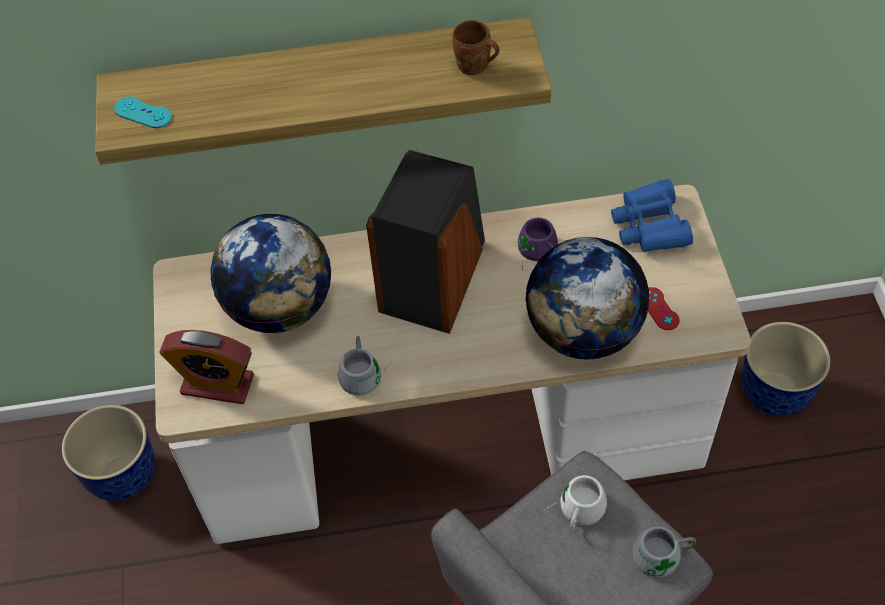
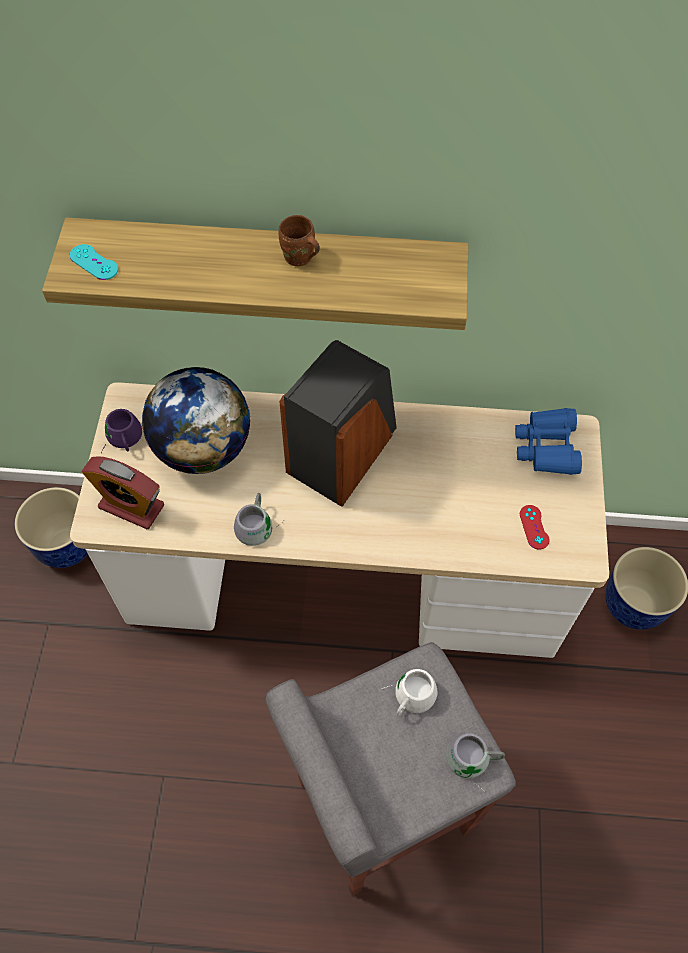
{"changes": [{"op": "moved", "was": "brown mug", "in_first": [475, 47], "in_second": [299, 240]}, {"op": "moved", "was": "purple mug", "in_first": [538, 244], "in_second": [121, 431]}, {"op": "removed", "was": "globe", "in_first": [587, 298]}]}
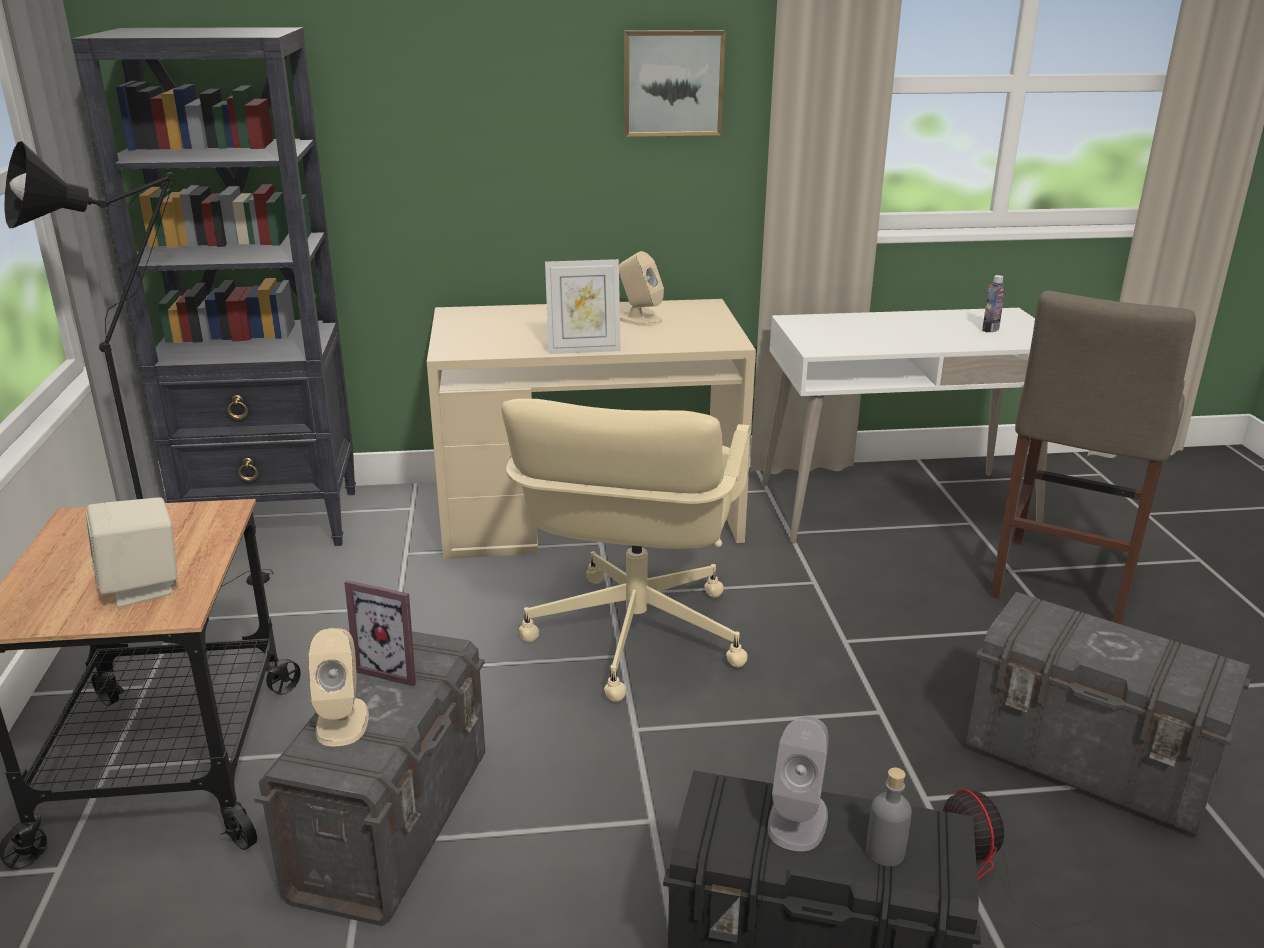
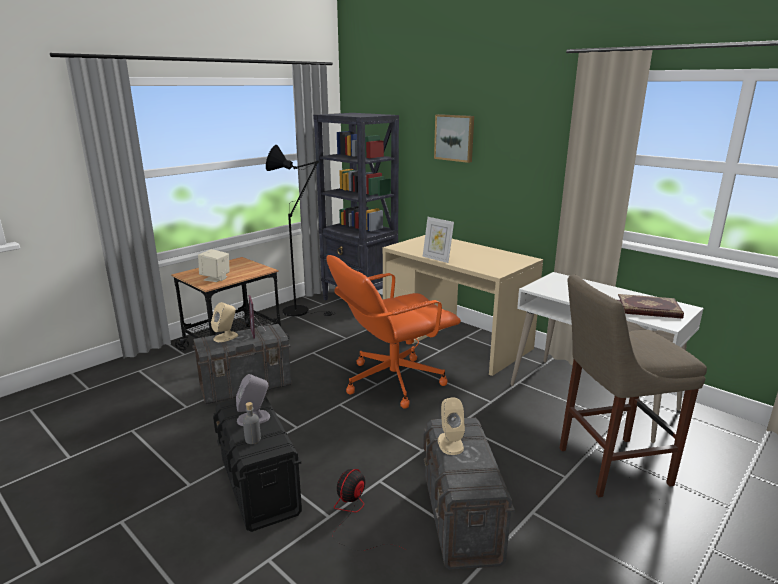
{"changes": [{"op": "moved", "was": "picture", "in_first": [674, 83], "in_second": [454, 138]}, {"op": "moved", "was": "beige speaker", "in_first": [641, 288], "in_second": [451, 426]}, {"op": "replaced", "was": "bottle", "now": "book", "in_first": [994, 303], "in_second": [651, 306]}, {"op": "recoloured", "was": "beige office chair", "now": "orange office chair", "in_first": [625, 550], "in_second": [393, 332]}]}
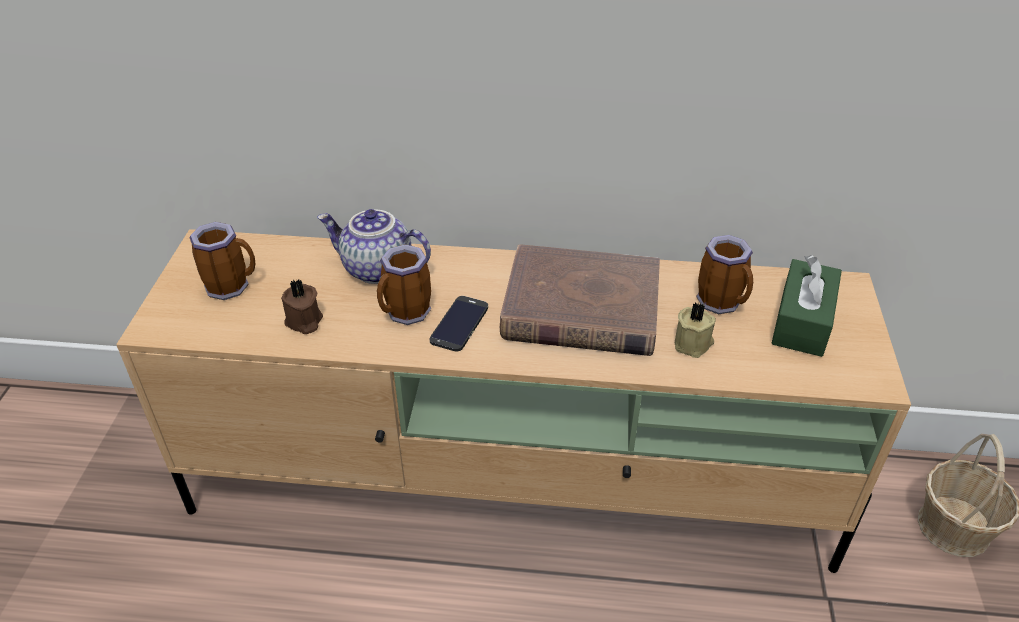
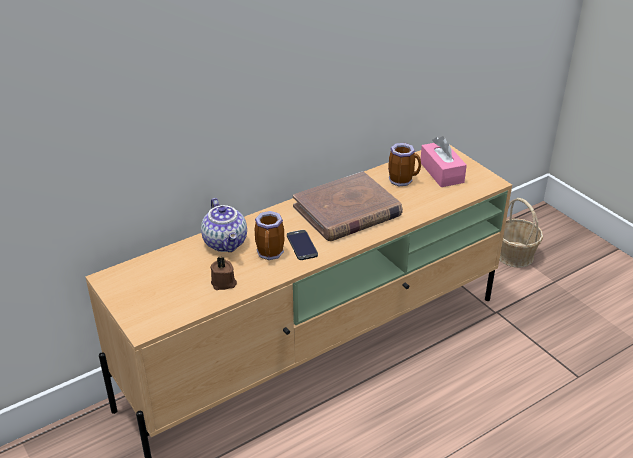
{"changes": [{"op": "turned", "was": "teapot", "in_first": [374, 246], "in_second": [224, 225], "clockwise": -90}, {"op": "removed", "was": "mug", "in_first": [223, 261]}, {"op": "recoloured", "was": "green tissue box", "now": "pink tissue box", "in_first": [806, 306], "in_second": [444, 161]}, {"op": "removed", "was": "beige candle", "in_first": [695, 330]}]}
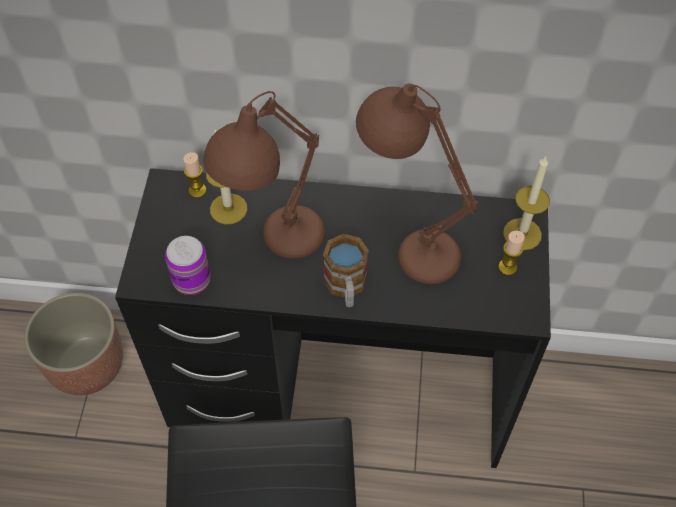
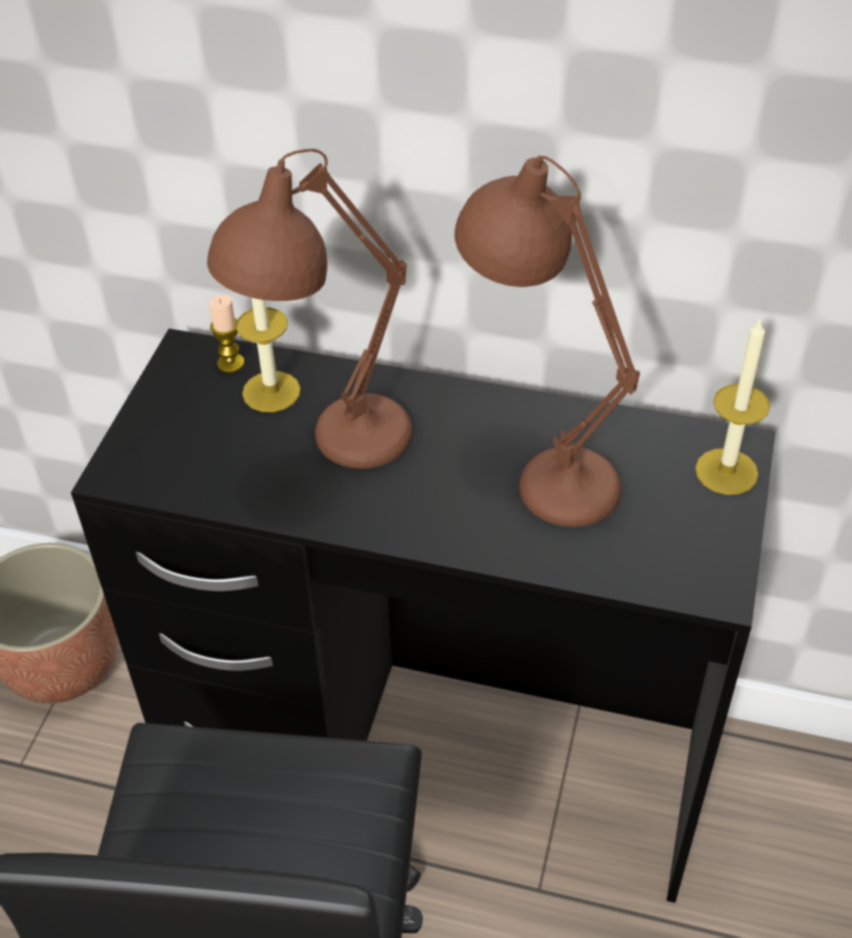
{"changes": [{"op": "removed", "was": "candle", "in_first": [511, 253]}, {"op": "removed", "was": "mug", "in_first": [346, 270]}, {"op": "removed", "was": "can", "in_first": [188, 265]}]}
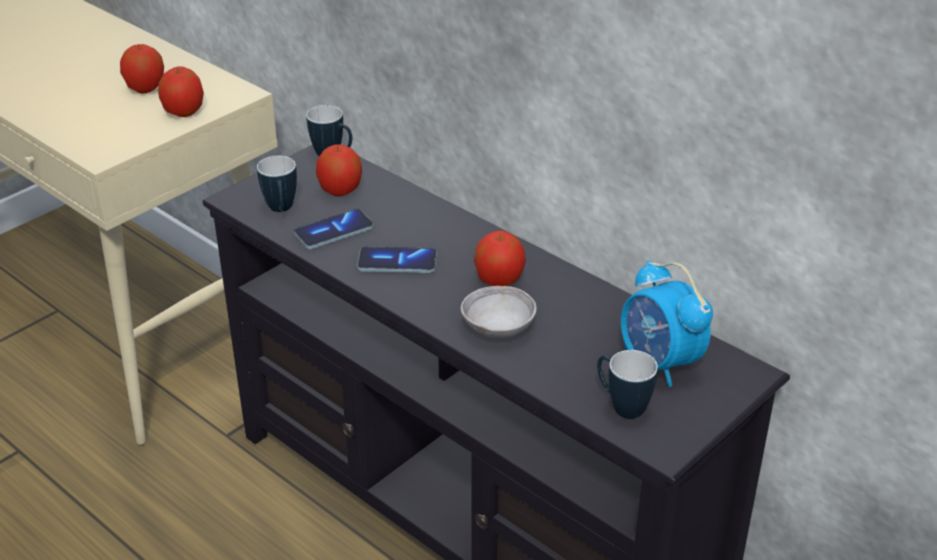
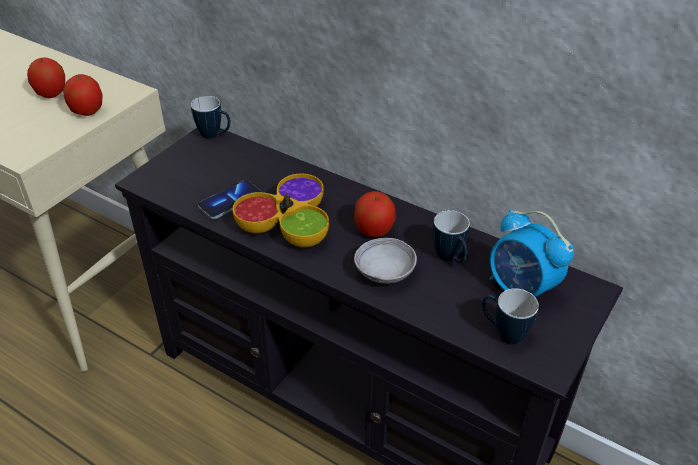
{"changes": [{"op": "removed", "was": "apple", "in_first": [339, 170]}, {"op": "moved", "was": "mug", "in_first": [277, 184], "in_second": [451, 236]}, {"op": "replaced", "was": "phone", "now": "bowl", "in_first": [397, 259], "in_second": [280, 210]}]}
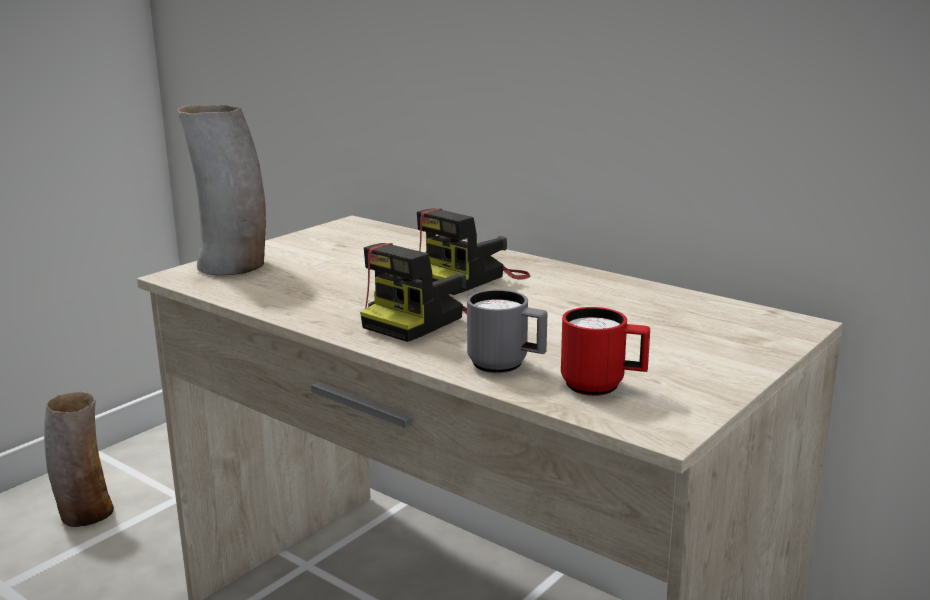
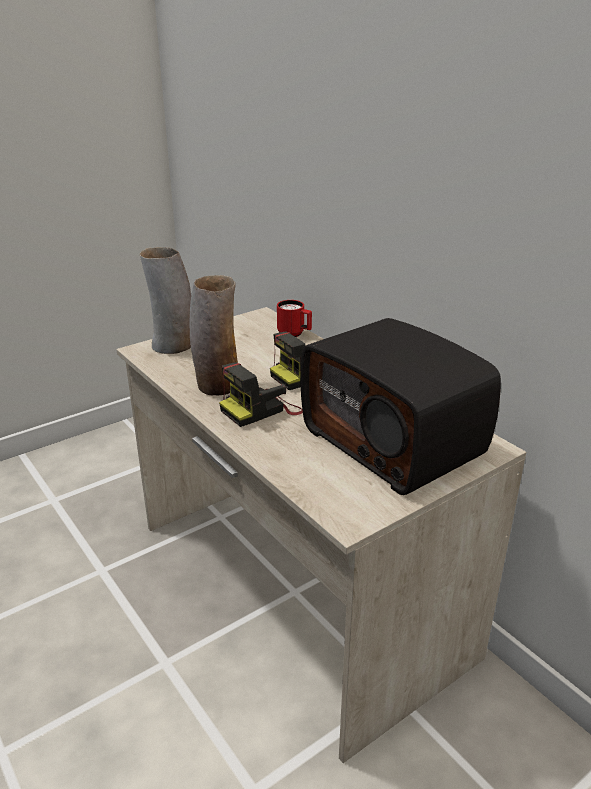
{"changes": [{"op": "removed", "was": "grey mug", "in_first": [507, 331]}, {"op": "moved", "was": "red mug", "in_first": [605, 351], "in_second": [294, 318]}, {"op": "moved", "was": "vase", "in_first": [79, 459], "in_second": [214, 335]}, {"op": "added", "now": "radio", "in_second": [401, 406]}]}
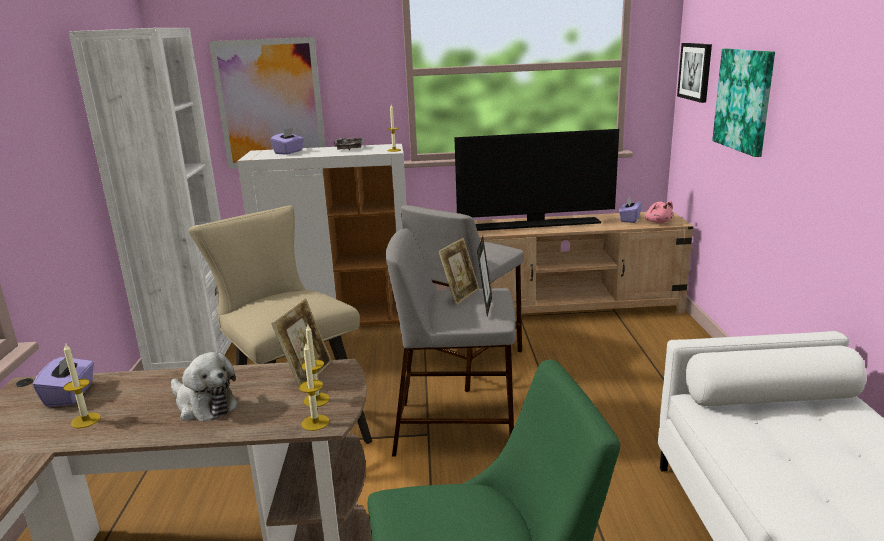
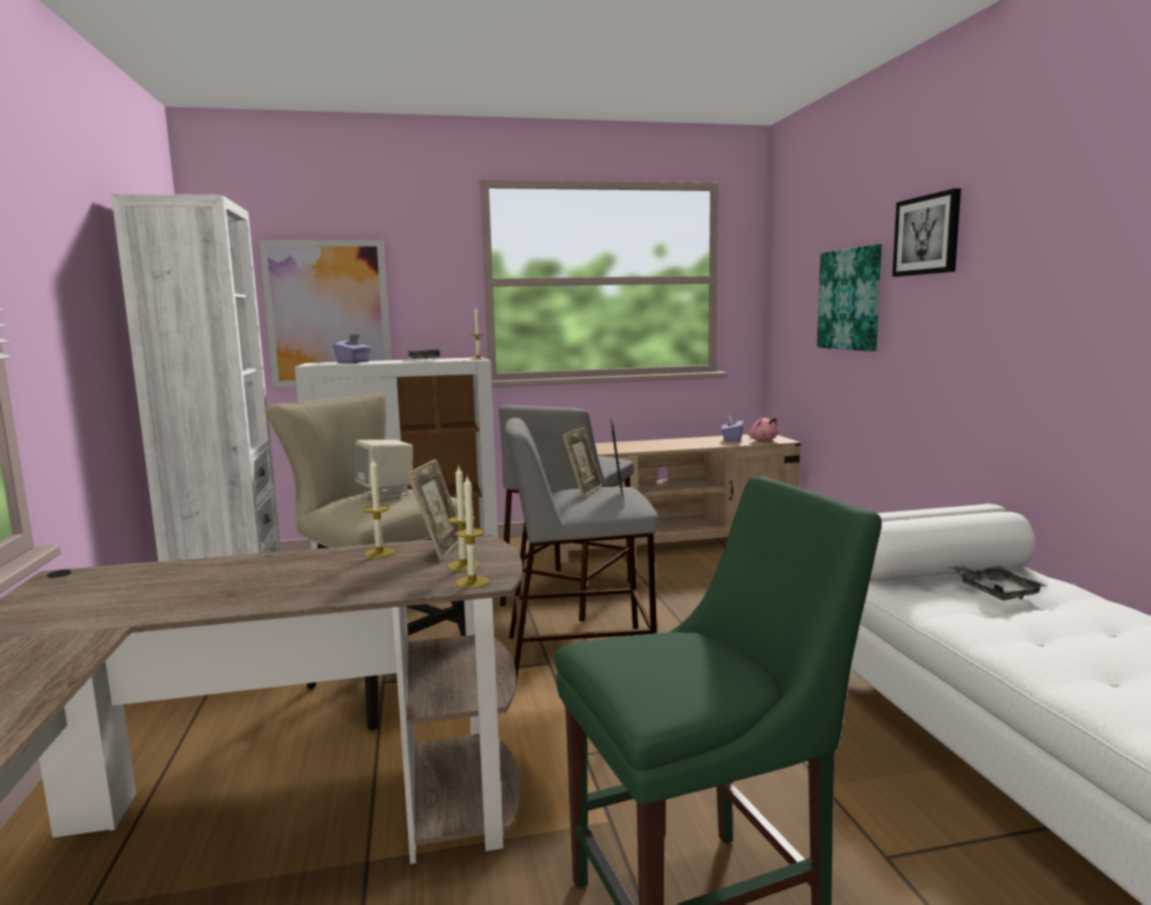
{"changes": [{"op": "moved", "was": "picture", "in_first": [694, 73], "in_second": [926, 232]}, {"op": "removed", "was": "television", "in_first": [536, 180]}, {"op": "moved", "was": "candle", "in_first": [82, 385], "in_second": [379, 508]}, {"op": "removed", "was": "purple tissue box", "in_first": [63, 379]}, {"op": "removed", "was": "plush toy", "in_first": [204, 386]}, {"op": "added", "now": "beige speaker", "in_second": [384, 470]}, {"op": "added", "now": "grey tray", "in_second": [998, 582]}]}
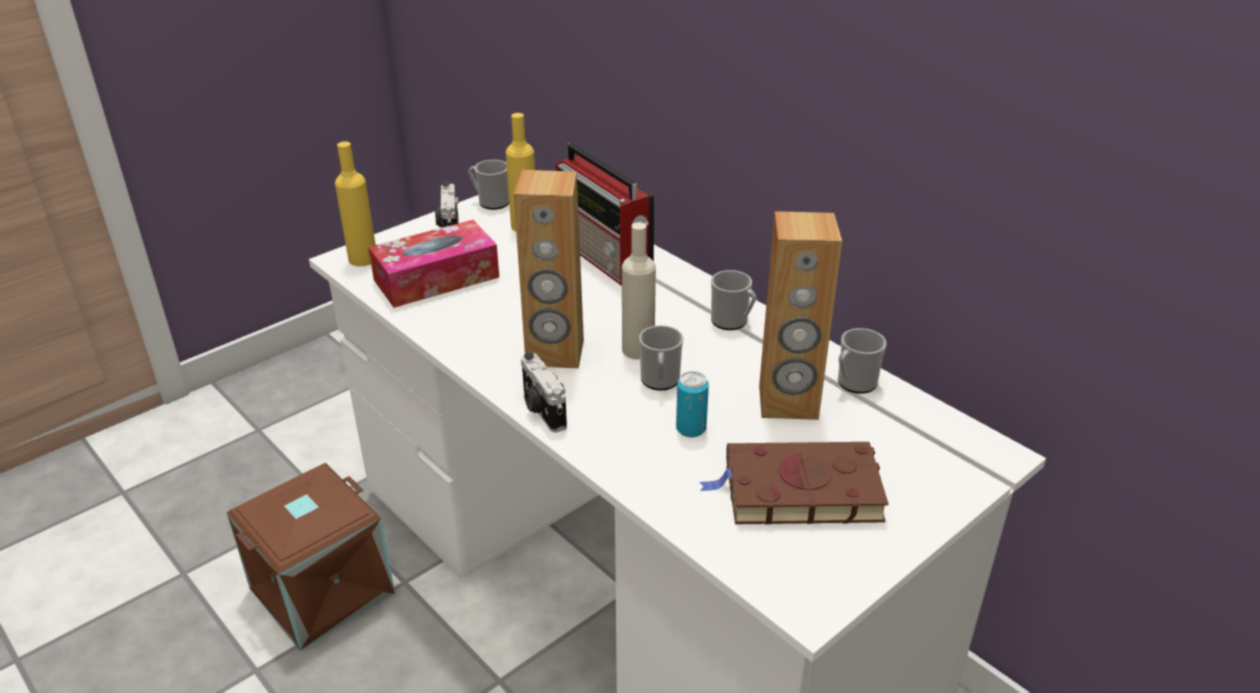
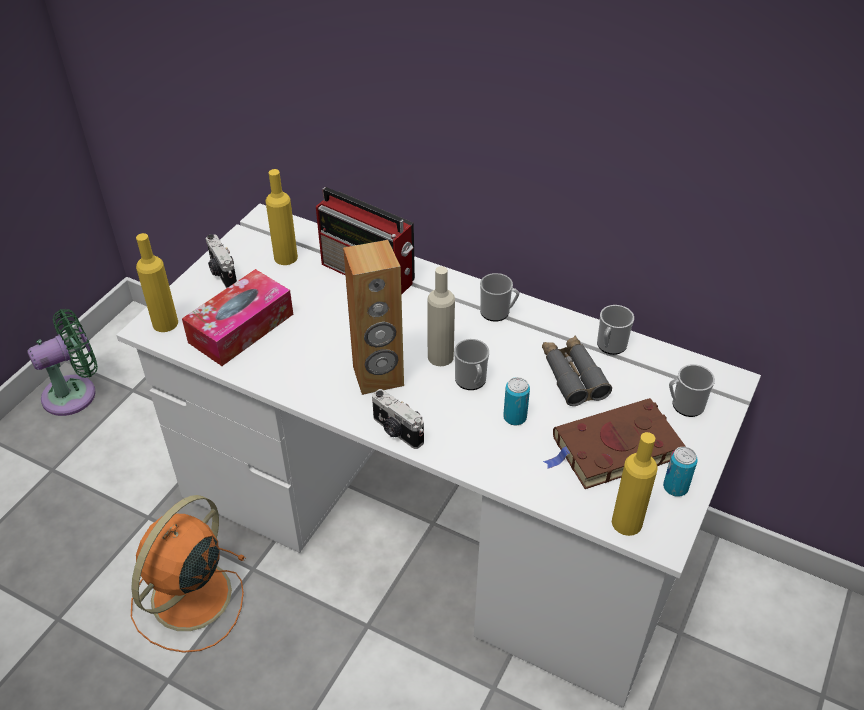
{"changes": [{"op": "moved", "was": "mug", "in_first": [488, 185], "in_second": [692, 390]}, {"op": "replaced", "was": "brown speaker", "now": "grey binoculars", "in_first": [800, 315], "in_second": [577, 370]}, {"op": "replaced", "was": "brown storage box", "now": "orange fan", "in_first": [311, 557], "in_second": [188, 574]}, {"op": "added", "now": "green fan", "in_second": [62, 362]}, {"op": "added", "now": "yellow bottle", "in_second": [635, 484]}, {"op": "added", "now": "can", "in_second": [680, 472]}]}
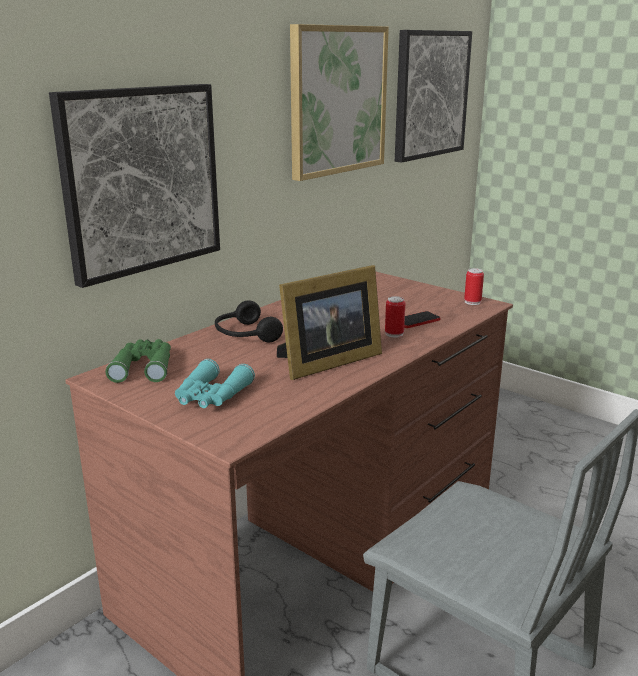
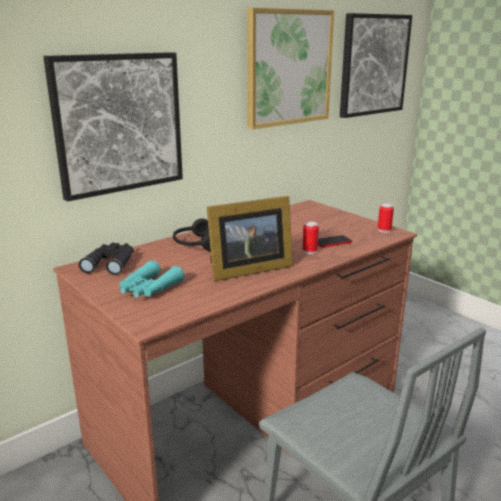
{"changes": [{"op": "recoloured", "was": "green binoculars", "now": "black binoculars", "in_first": [138, 361], "in_second": [106, 259]}]}
